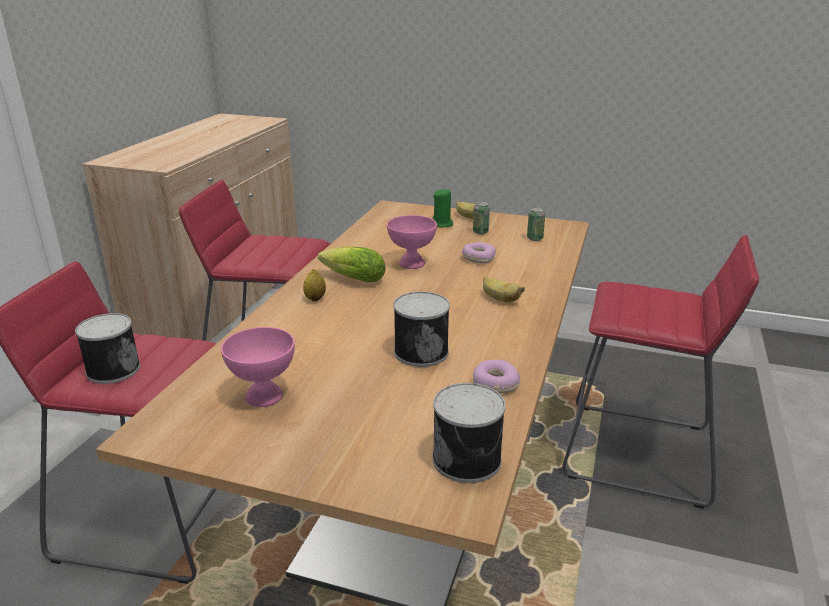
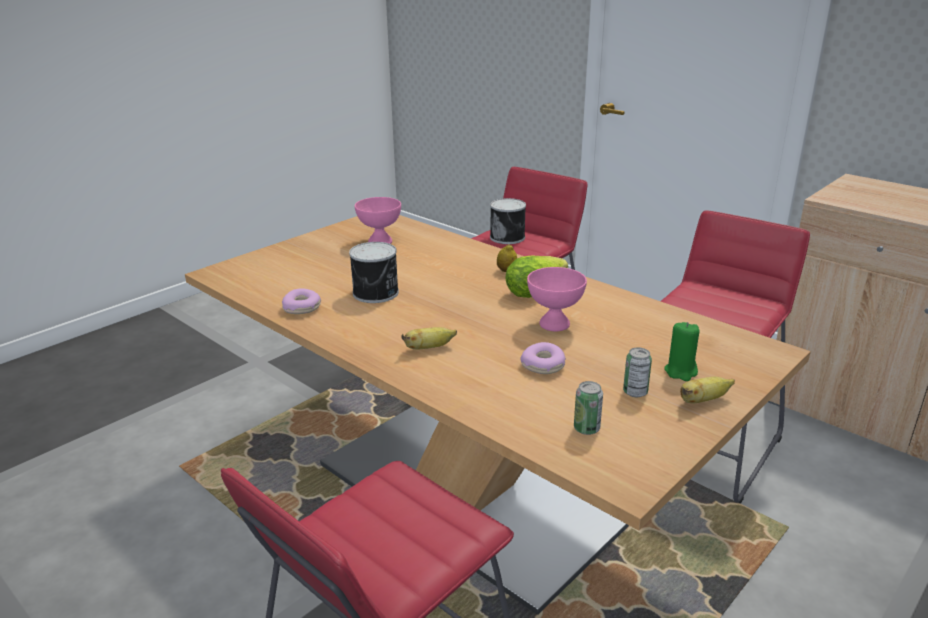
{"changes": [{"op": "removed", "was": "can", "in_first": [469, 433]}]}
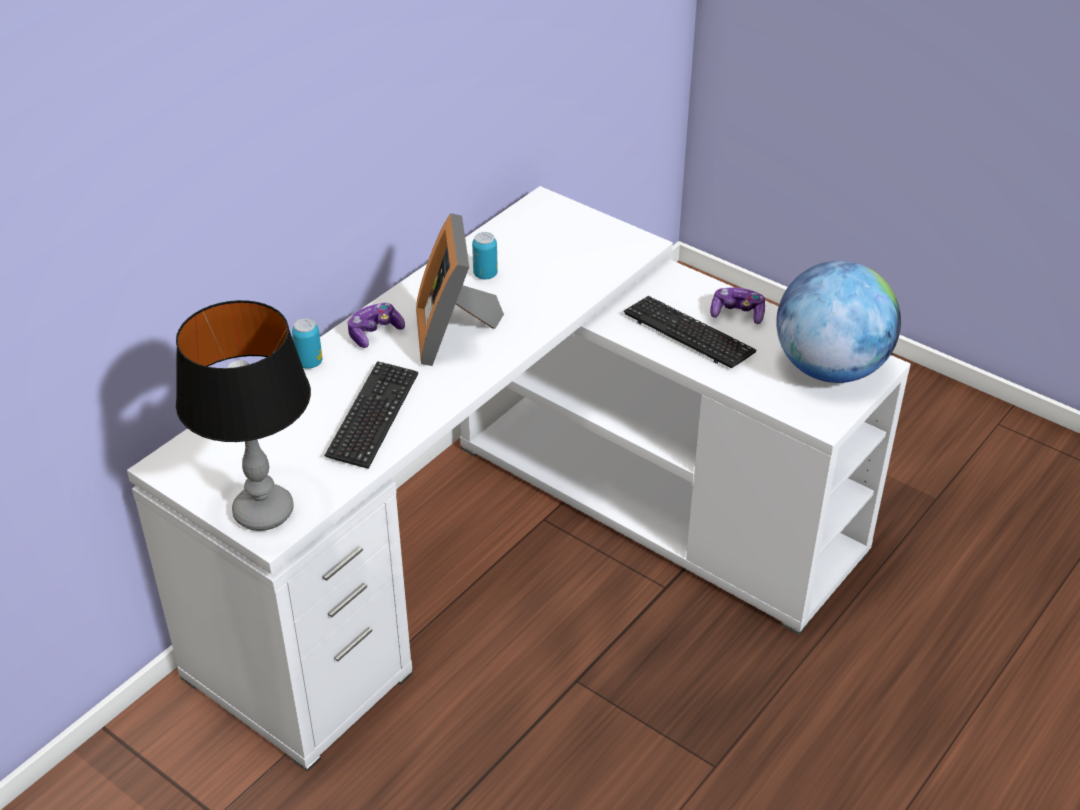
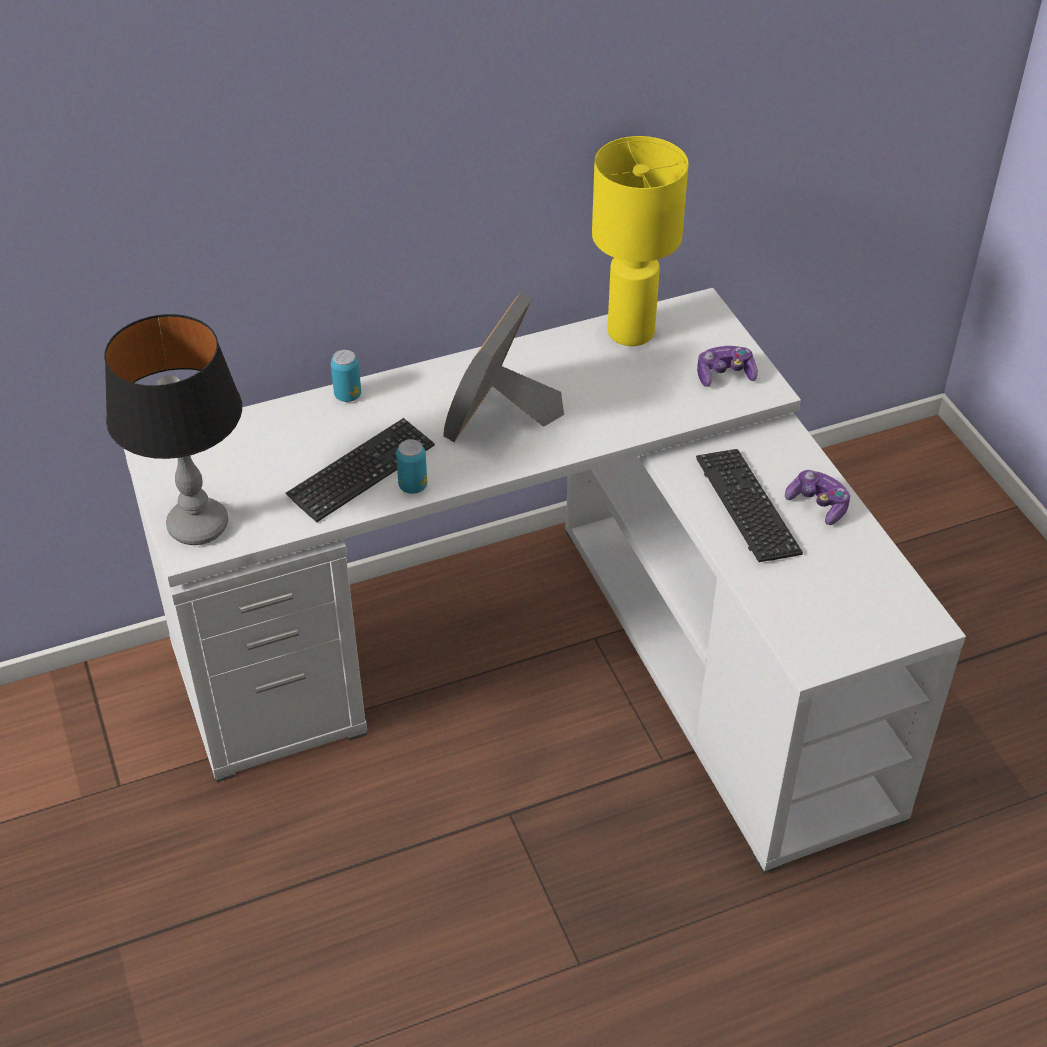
{"changes": [{"op": "moved", "was": "can", "in_first": [485, 255], "in_second": [411, 466]}, {"op": "removed", "was": "globe", "in_first": [838, 322]}, {"op": "moved", "was": "game controller", "in_first": [376, 325], "in_second": [727, 366]}, {"op": "added", "now": "yellow table lamp", "in_second": [640, 241]}]}
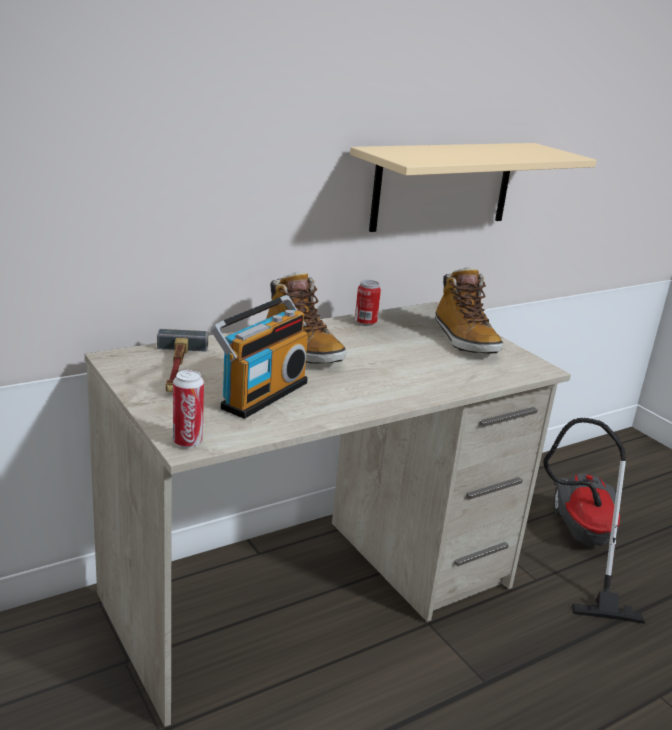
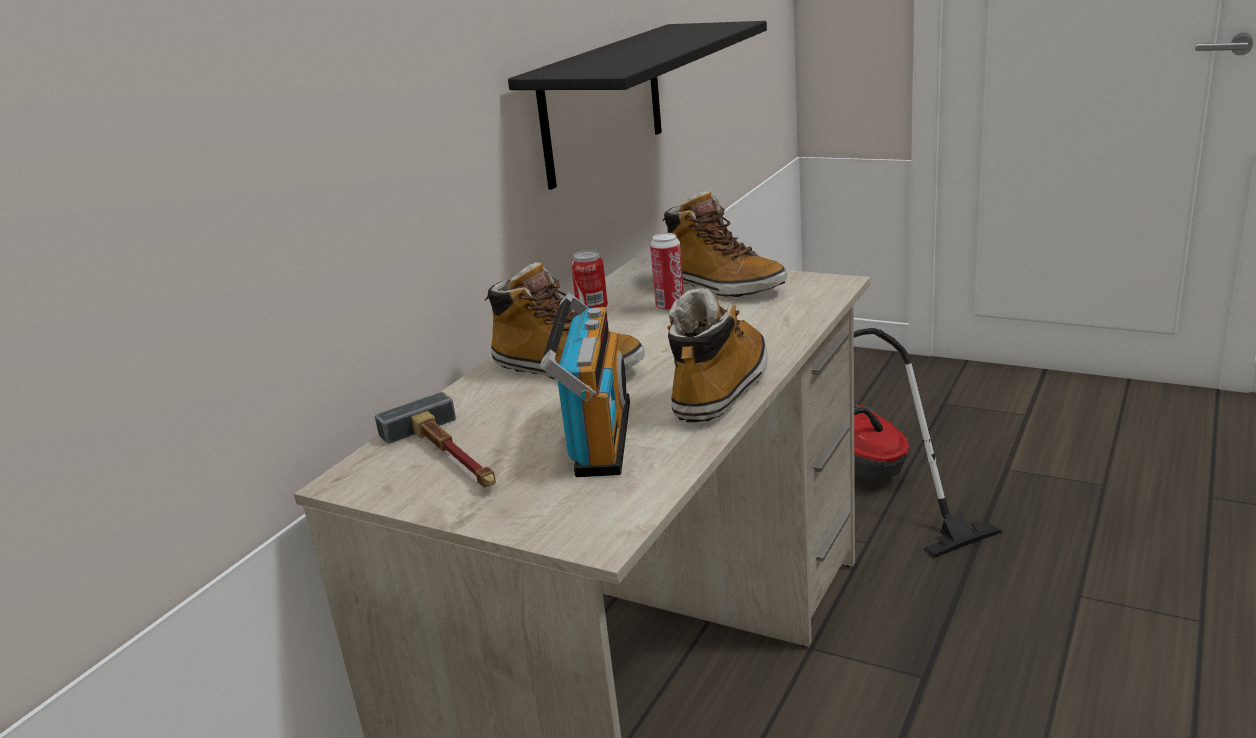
{"changes": [{"op": "recoloured", "was": "beige shelf", "now": "black shelf", "in_first": [473, 187], "in_second": [637, 105]}, {"op": "moved", "was": "can", "in_first": [188, 409], "in_second": [667, 272]}, {"op": "added", "now": "boot", "in_second": [717, 355]}]}
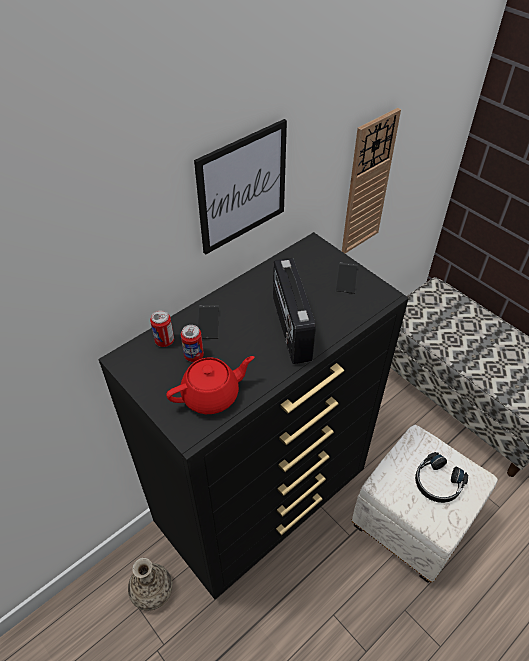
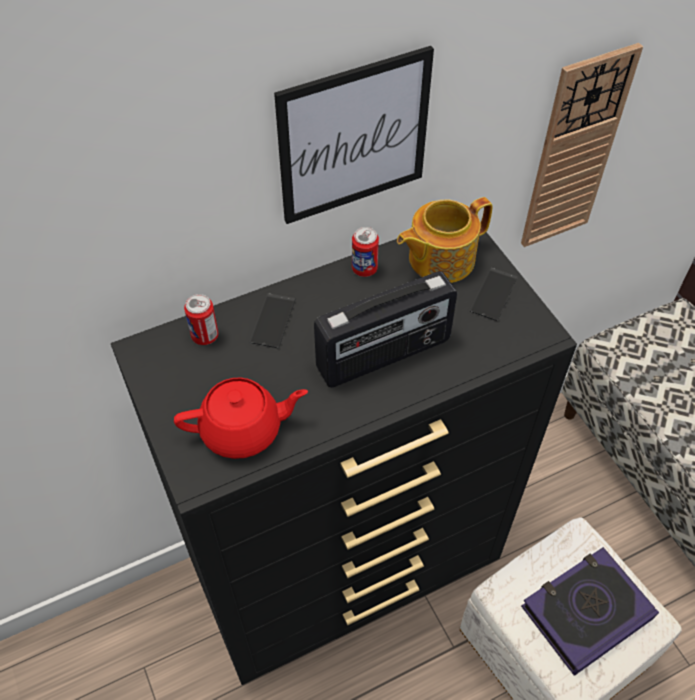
{"changes": [{"op": "turned", "was": "radio", "in_first": [294, 311], "in_second": [385, 329], "clockwise": -120}, {"op": "moved", "was": "can", "in_first": [192, 343], "in_second": [365, 252]}, {"op": "replaced", "was": "black headphones", "now": "book", "in_first": [441, 477], "in_second": [590, 611]}, {"op": "removed", "was": "vase", "in_first": [150, 584]}, {"op": "added", "now": "teapot", "in_second": [445, 240]}]}
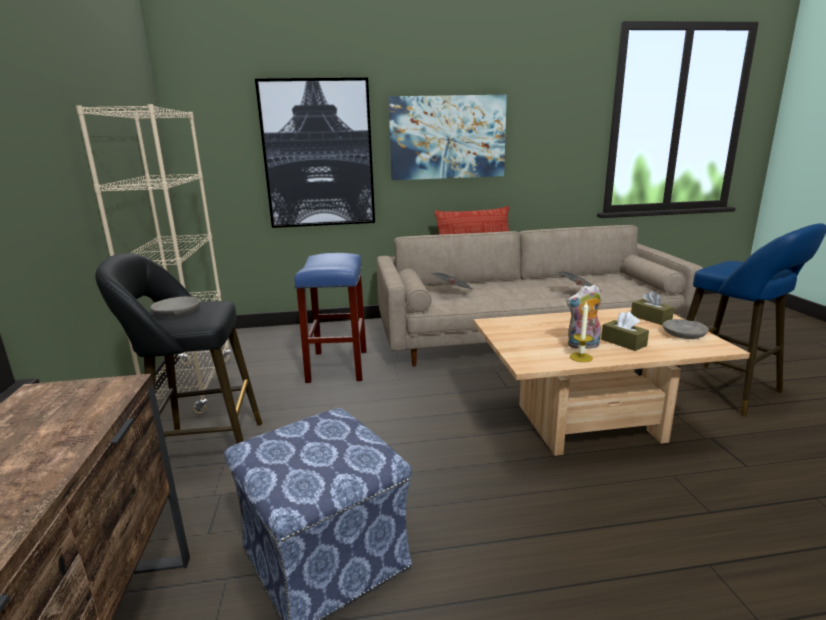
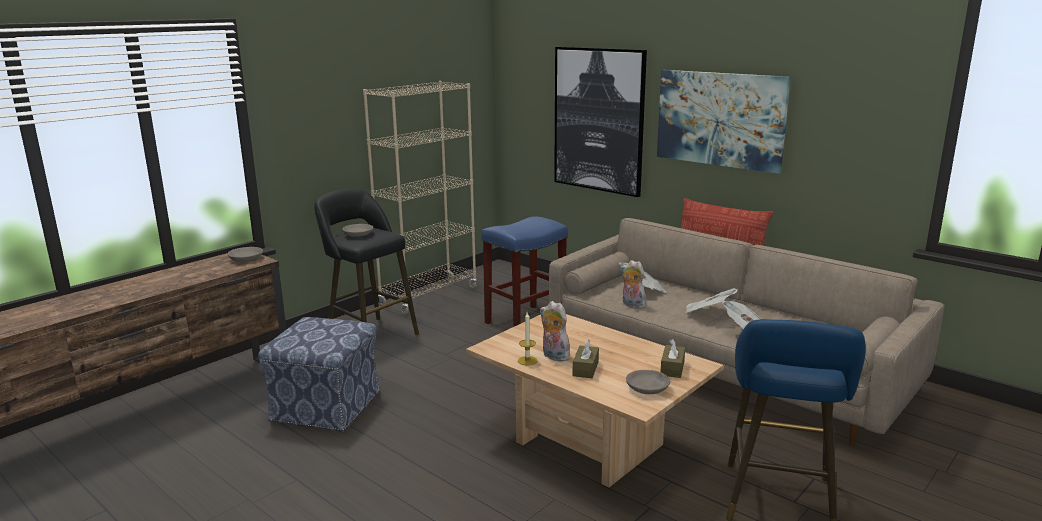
{"changes": [{"op": "added", "now": "grey bowl", "in_second": [245, 254]}, {"op": "added", "now": "plush toy", "in_second": [633, 284]}, {"op": "added", "now": "newspaper", "in_second": [711, 300]}]}
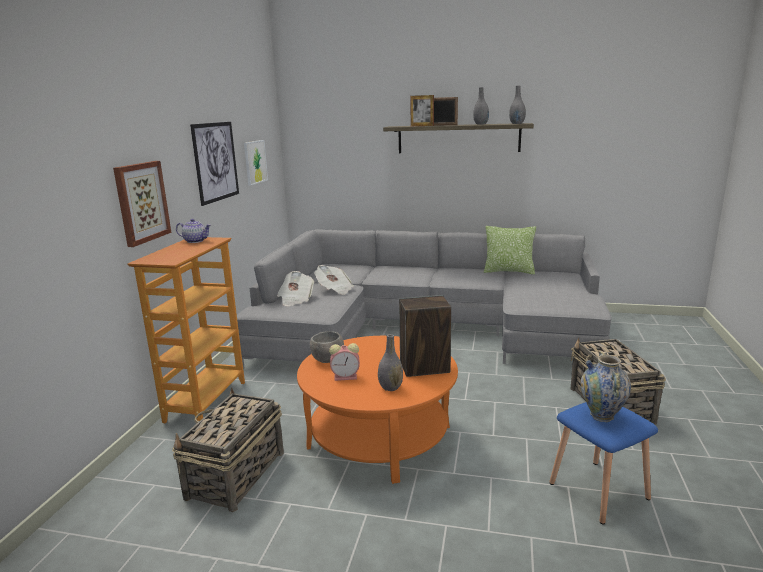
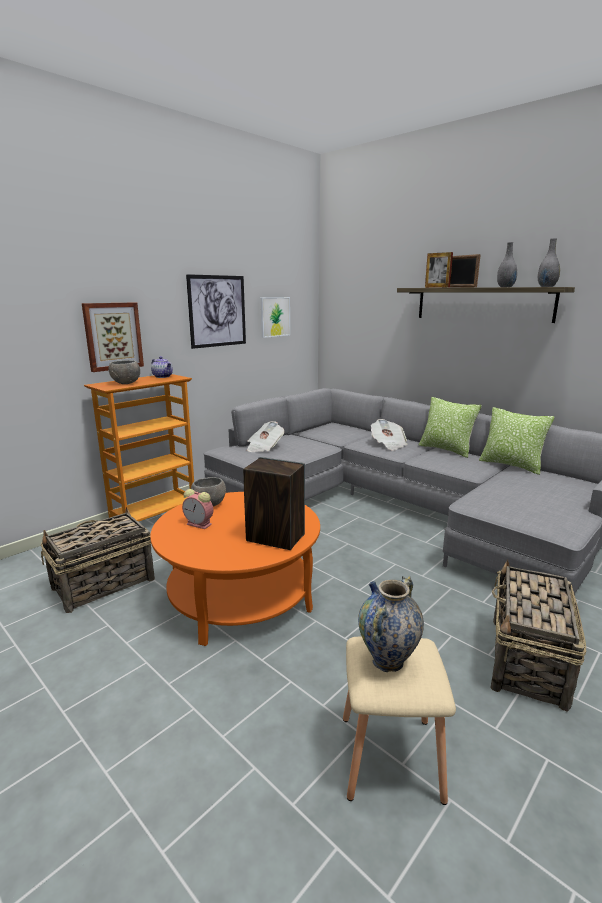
{"changes": [{"op": "moved", "was": "newspaper", "in_first": [334, 280], "in_second": [389, 435]}, {"op": "removed", "was": "grey vase", "in_first": [390, 362]}, {"op": "recoloured", "was": "blue stool", "now": "beige stool", "in_first": [603, 463], "in_second": [399, 721]}, {"op": "added", "now": "grey bowl", "in_second": [124, 372]}, {"op": "added", "now": "pillow", "in_second": [450, 427]}]}
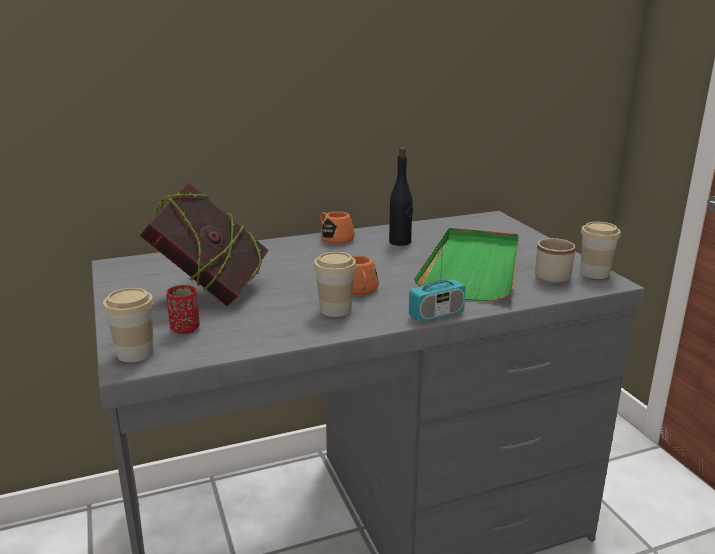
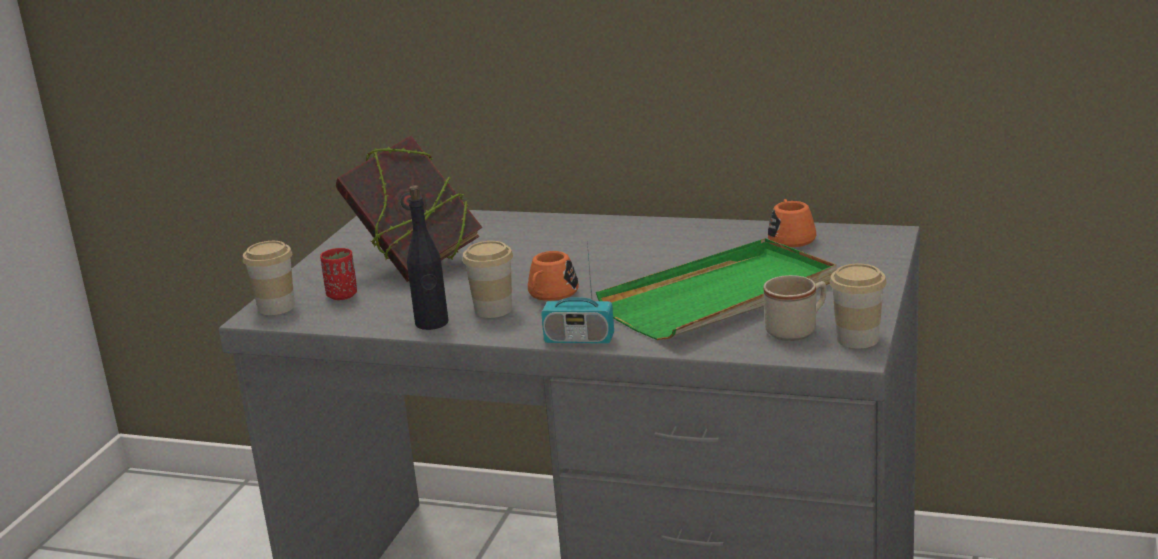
{"changes": [{"op": "moved", "was": "black bottle", "in_first": [401, 196], "in_second": [427, 257]}, {"op": "moved", "was": "orange mug", "in_first": [337, 227], "in_second": [792, 223]}]}
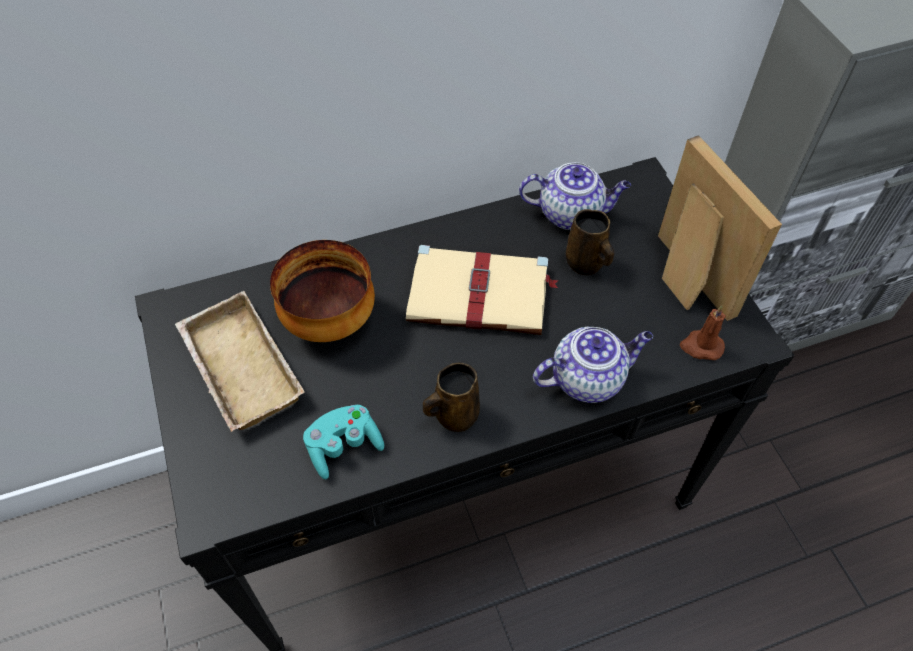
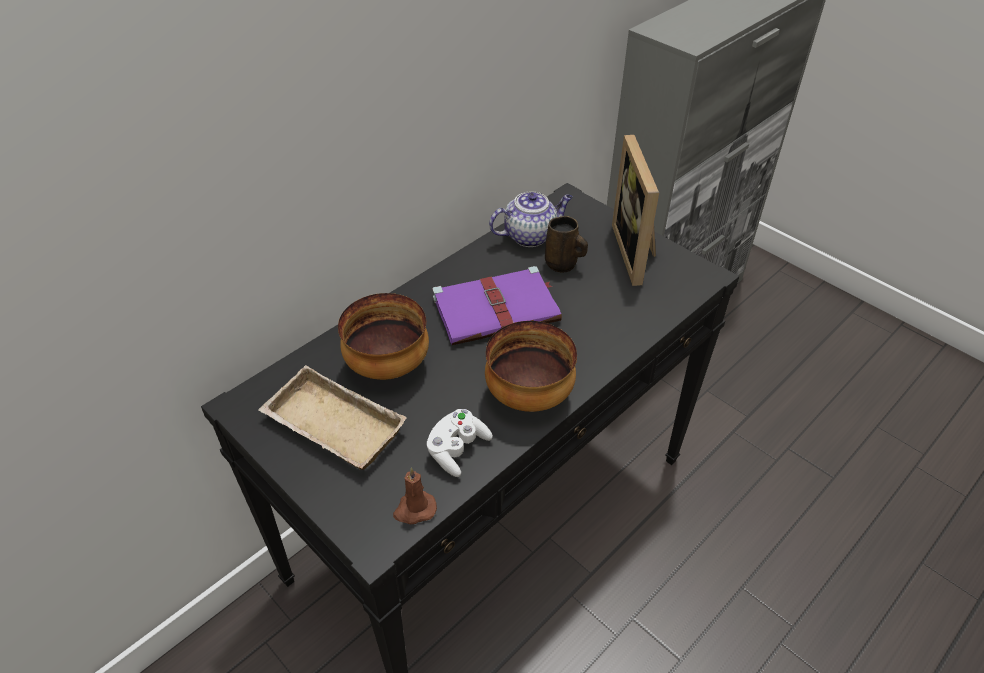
{"changes": [{"op": "turned", "was": "picture frame", "in_first": [720, 228], "in_second": [635, 210], "clockwise": -135}, {"op": "recoloured", "was": "beige book", "now": "purple book", "in_first": [482, 290], "in_second": [497, 305]}, {"op": "moved", "was": "brown candle", "in_first": [703, 332], "in_second": [415, 495]}, {"op": "removed", "was": "teapot", "in_first": [593, 365]}, {"op": "replaced", "was": "brown mug", "now": "bowl", "in_first": [451, 397], "in_second": [531, 366]}, {"op": "recoloured", "was": "turquoise game controller", "now": "white game controller", "in_first": [343, 442], "in_second": [460, 443]}]}
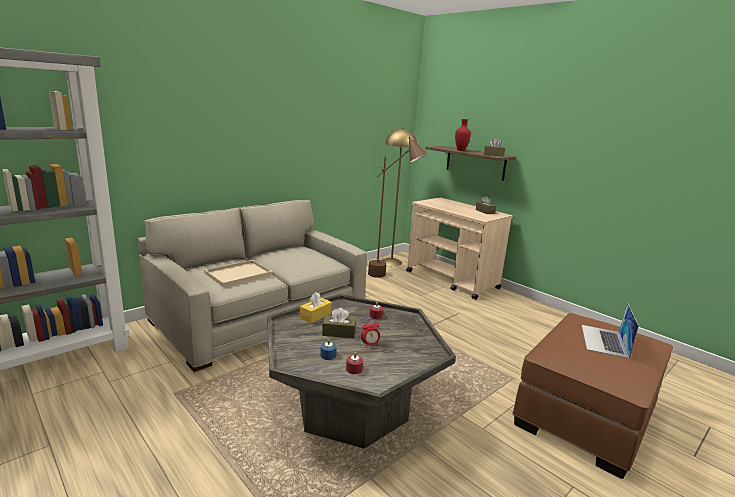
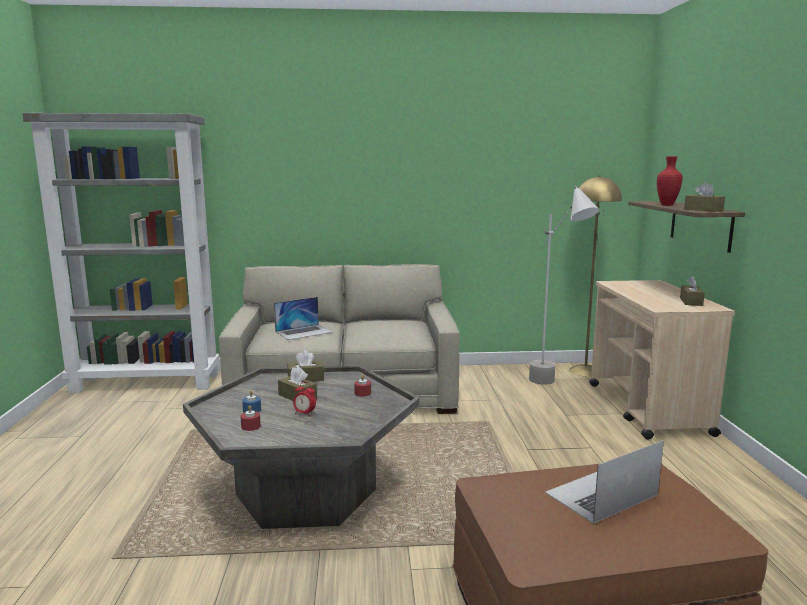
{"changes": [{"op": "recoloured", "was": "brown floor lamp", "now": "grey floor lamp", "in_first": [398, 207], "in_second": [564, 285]}, {"op": "replaced", "was": "beige tray", "now": "laptop", "in_first": [238, 273], "in_second": [303, 318]}, {"op": "recoloured", "was": "yellow tissue box", "now": "brown tissue box", "in_first": [316, 307], "in_second": [305, 366]}]}
